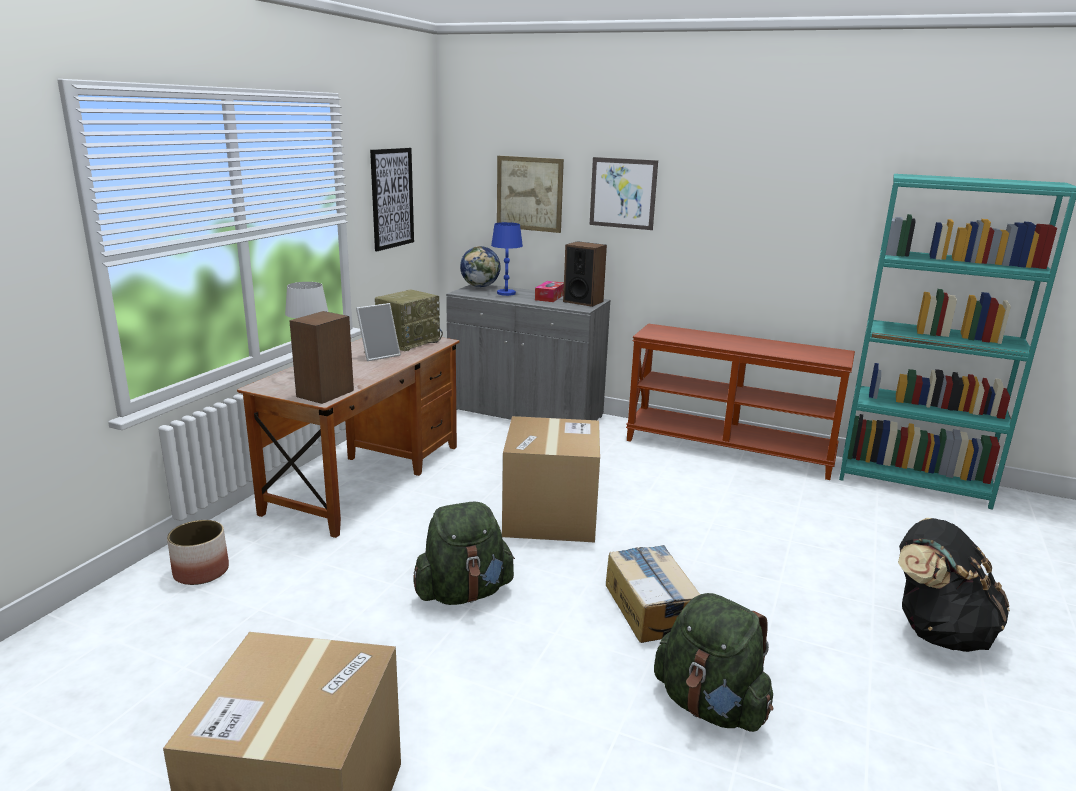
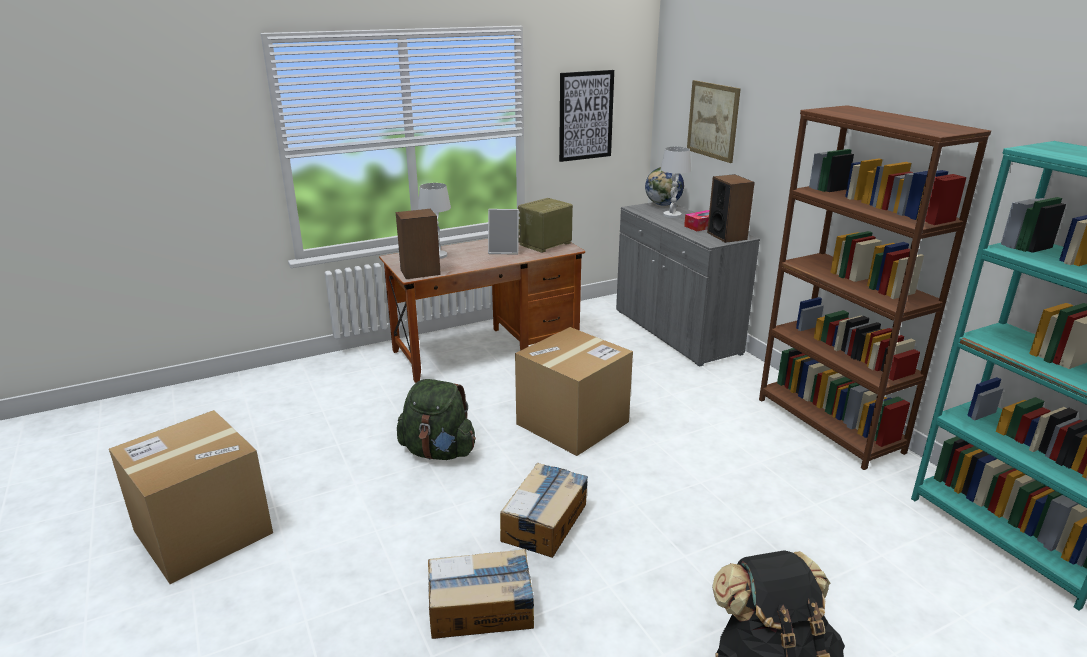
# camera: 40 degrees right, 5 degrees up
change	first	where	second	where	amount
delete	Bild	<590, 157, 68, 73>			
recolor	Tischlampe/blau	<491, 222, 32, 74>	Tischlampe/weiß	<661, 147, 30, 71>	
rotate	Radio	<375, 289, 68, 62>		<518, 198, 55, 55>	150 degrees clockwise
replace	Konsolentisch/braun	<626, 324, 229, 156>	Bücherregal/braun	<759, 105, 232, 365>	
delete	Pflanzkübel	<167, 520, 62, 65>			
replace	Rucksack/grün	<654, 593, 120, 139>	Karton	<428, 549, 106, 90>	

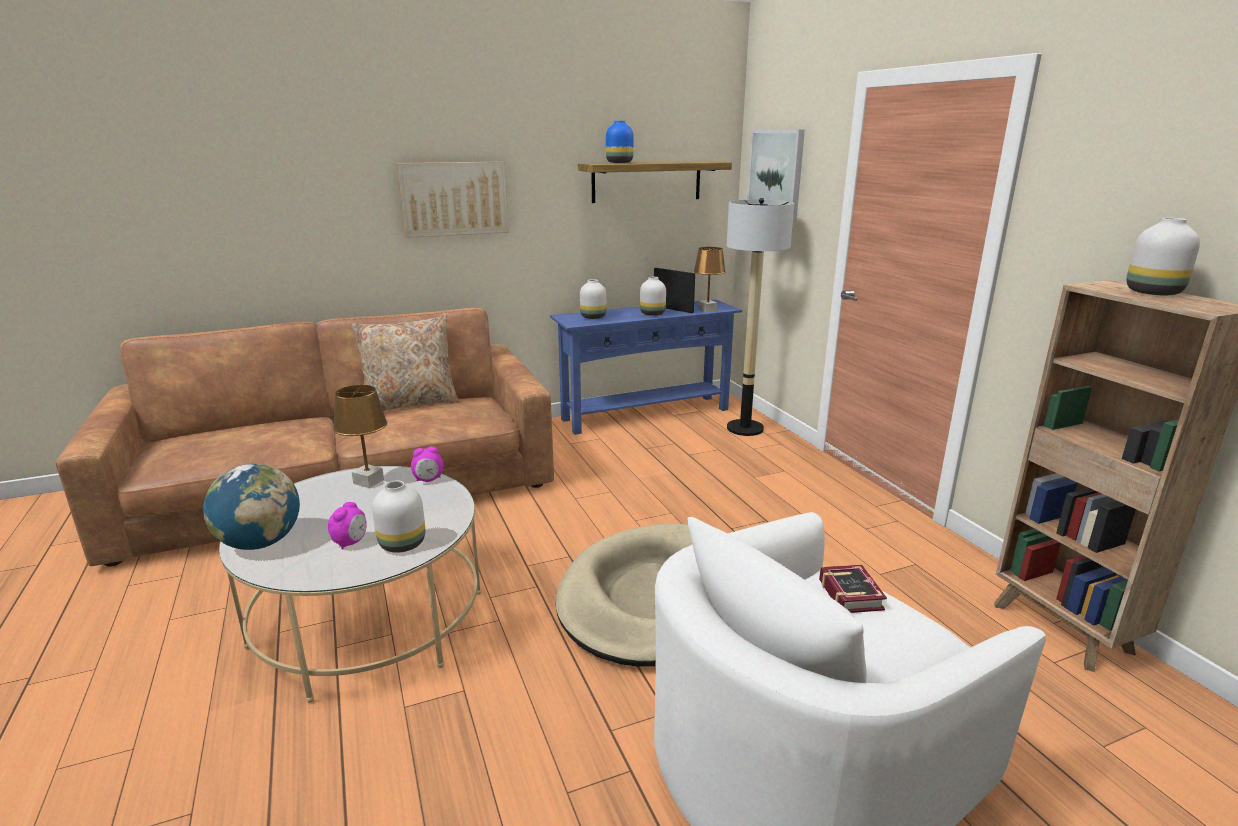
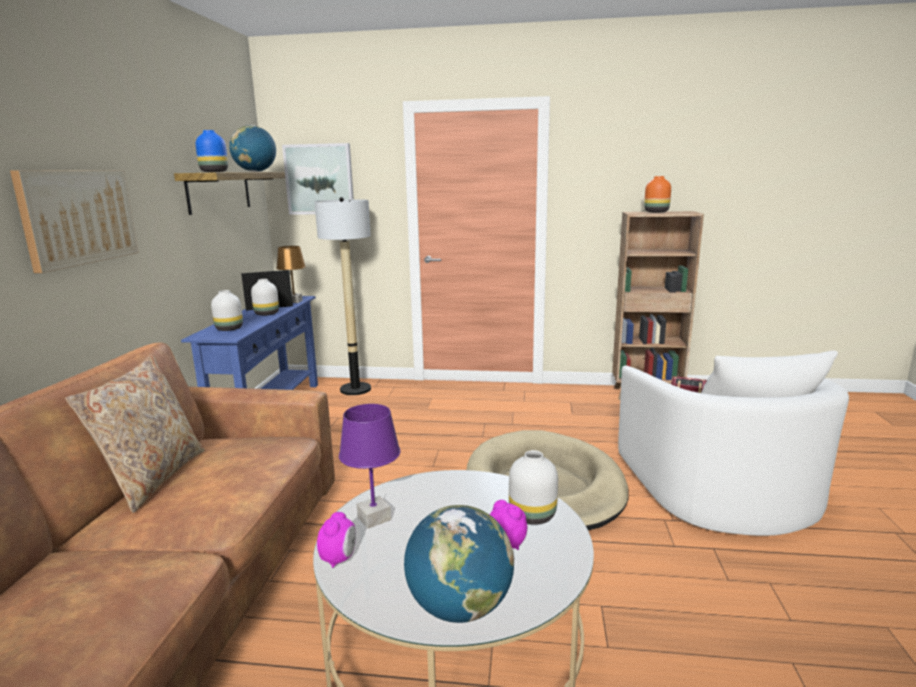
# camera: 60 degrees left, 5 degrees down
change	first	where	second	where	amount
recolor	Vase/weiß	<1127, 218, 73, 77>	Vase/orange	<644, 176, 27, 37>	
recolor	Tischlampe/braun	<333, 385, 54, 103>	Tischlampe/lila	<339, 404, 62, 125>	
move	Wecker	<411, 446, 32, 36>		<317, 512, 39, 56>	
insert			Globus	<229, 125, 47, 47>	

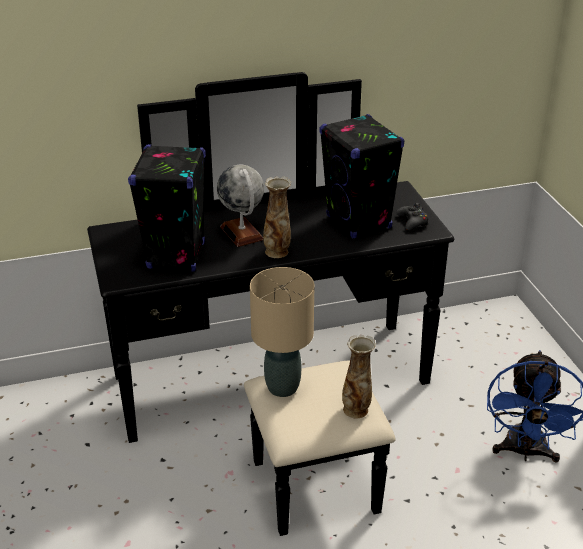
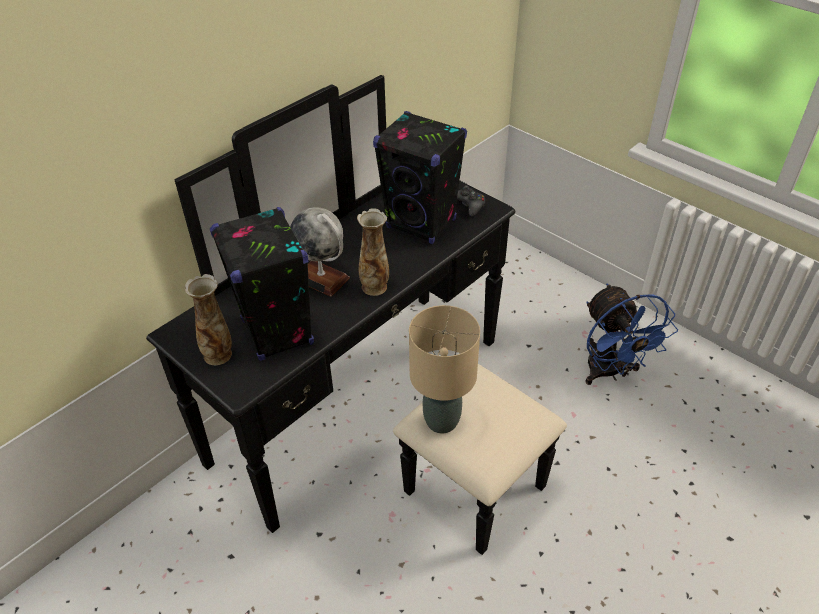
# camera: 30 degrees left, 10 degrees up
change	first	where	second	where	amount
move	Vase	<342, 335, 34, 83>		<185, 274, 47, 91>	

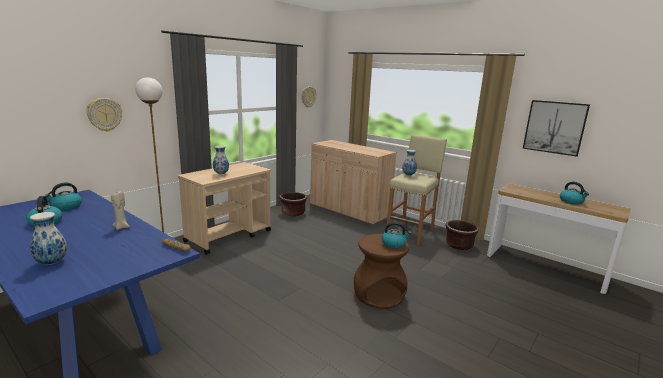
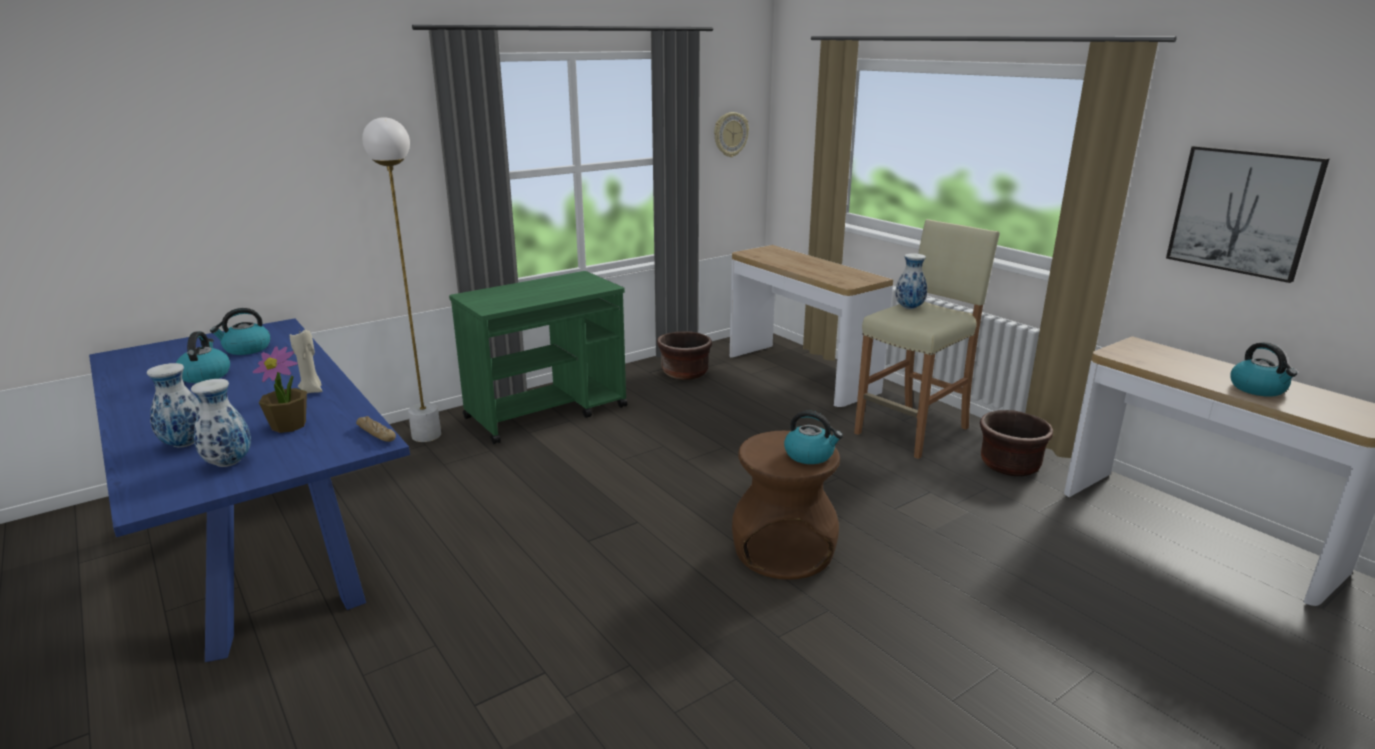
# camera: 15 degrees right, 5 degrees up
change	first	where	second	where	amount
delete	Wanduhr	<86, 98, 36, 33>			
replace	Schrank/beige	<310, 140, 87, 85>	Konsolentisch	<730, 245, 163, 162>	
move	Vase	<213, 146, 16, 28>		<191, 379, 60, 88>	
recolor	Rollwagen/beige	<178, 162, 93, 93>	Rollwagen/grün	<449, 271, 178, 173>	
insert			Topfpflanze	<253, 346, 54, 87>	

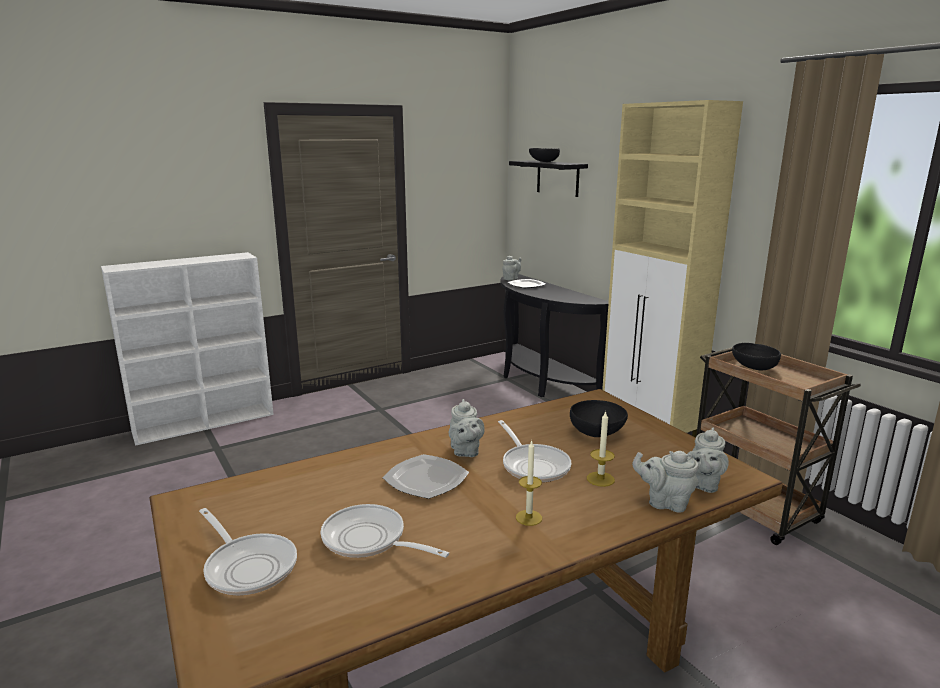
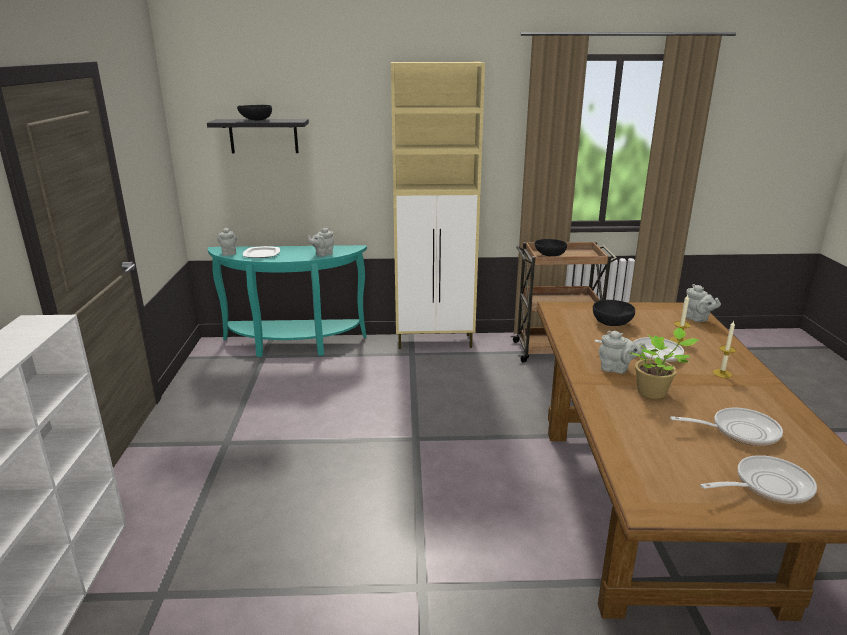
# camera: 60 degrees left, 5 degrees up
change	first	where	second	where	amount
recolor	Konsolentisch/schwarz	<500, 274, 109, 123>	Konsolentisch/türkis	<208, 245, 159, 112>	
move	Teekanne/grau	<632, 451, 67, 62>		<308, 227, 26, 30>	
replace	Teller	<383, 454, 86, 45>	Topfpflanze	<629, 327, 69, 72>	
rotate	Pfanne	<321, 504, 128, 54>		<670, 407, 113, 39>	150 degrees counterclockwise

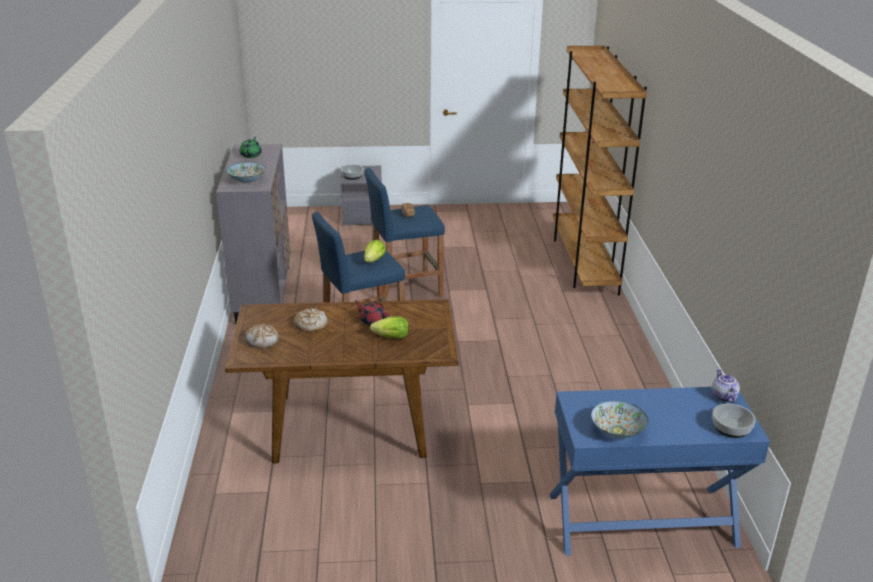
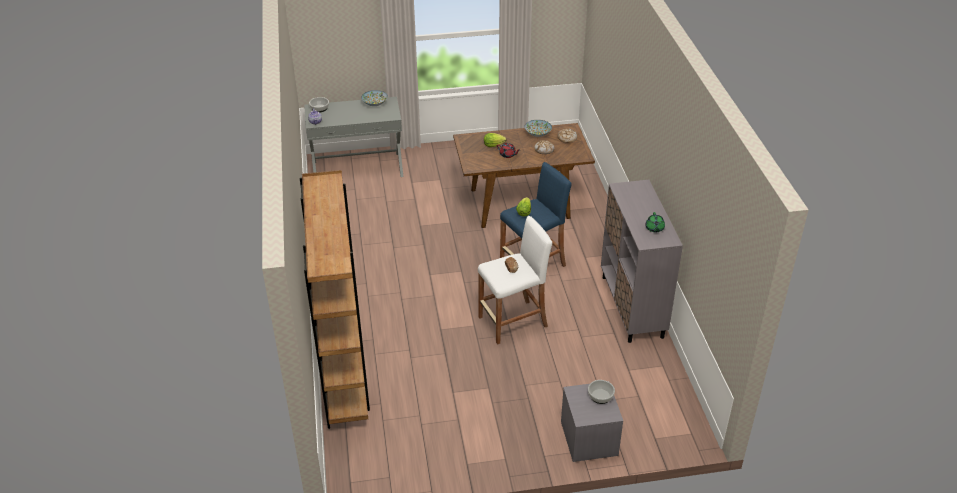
# camera: 175 degrees right, 10 degrees up
change	first	where	second	where	amount
move	Schüssel	<226, 162, 40, 21>		<524, 120, 28, 17>	
recolor	Hocker/blau	<365, 168, 80, 132>	Hocker/weiß	<478, 216, 74, 129>	
recolor	Konsolentisch/blau	<549, 387, 221, 169>	Konsolentisch/grau	<304, 97, 99, 80>	

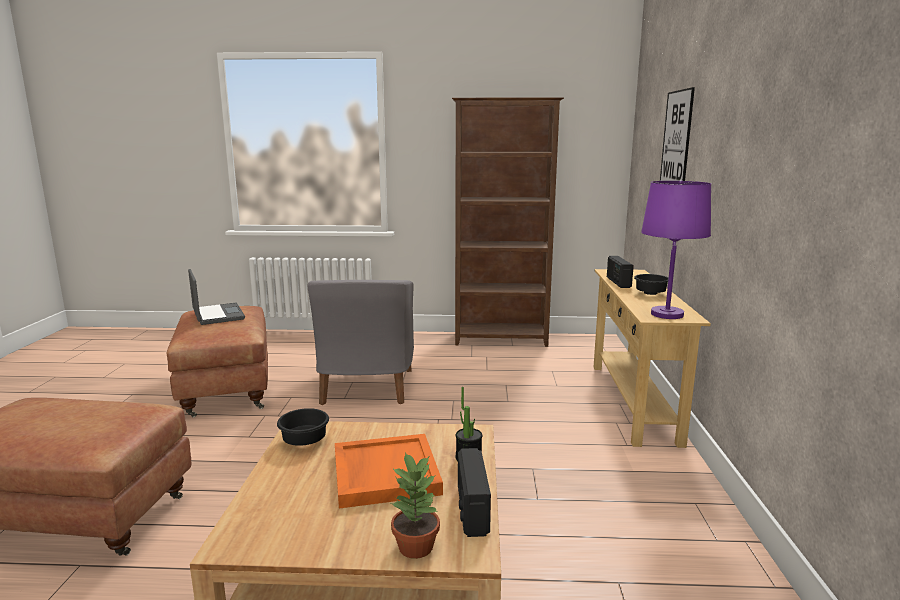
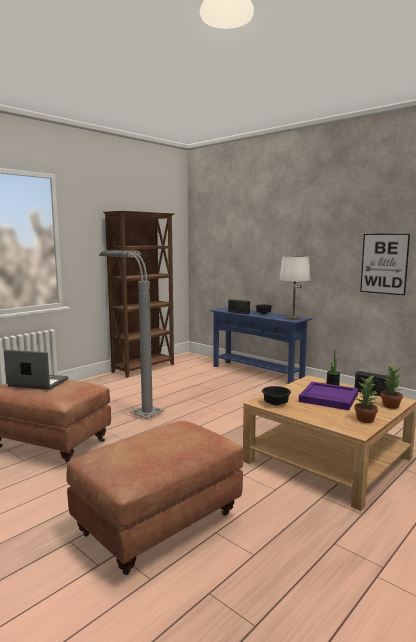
# camera: 50 degrees left, 5 degrees down
change	first	where	second	where	amount
move	Bild	<660, 87, 35, 94>		<360, 234, 50, 61>	
recolor	Tischlampe/lila	<641, 181, 70, 138>	Tischlampe/weiß	<279, 255, 31, 65>	
recolor	Konsolentisch/beige	<593, 269, 118, 179>	Konsolentisch/blau	<209, 307, 103, 77>	
replace	Sessel/grau	<307, 280, 107, 125>	Stehlampe/grau	<99, 250, 66, 169>	
recolor	Tablett/orange	<335, 434, 108, 75>	Tablett/lila	<299, 382, 59, 28>	
insert			Topfpflanze	<354, 375, 24, 48>	

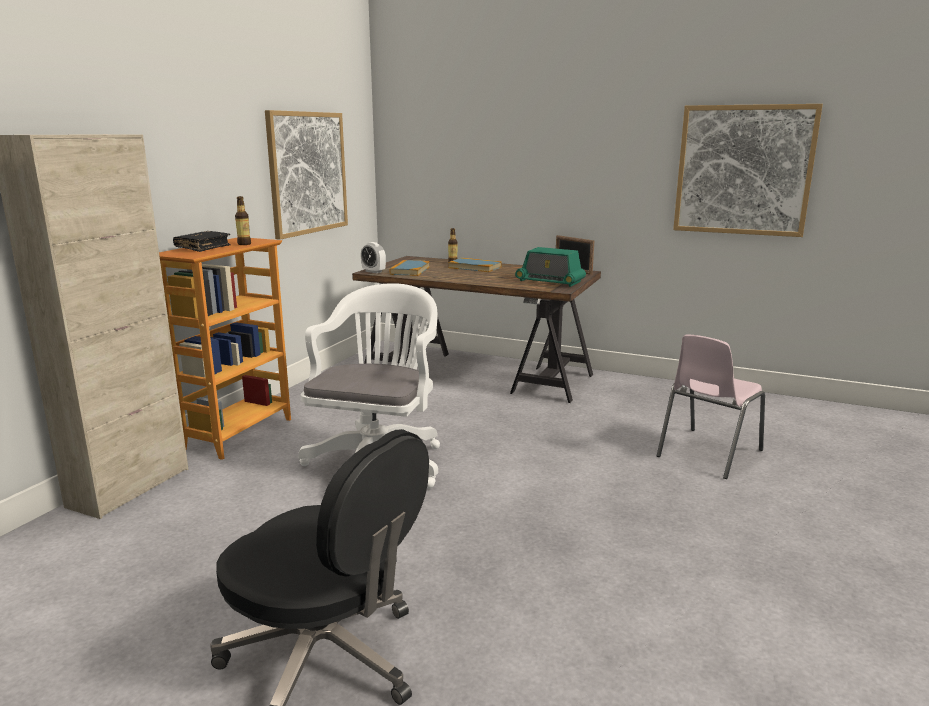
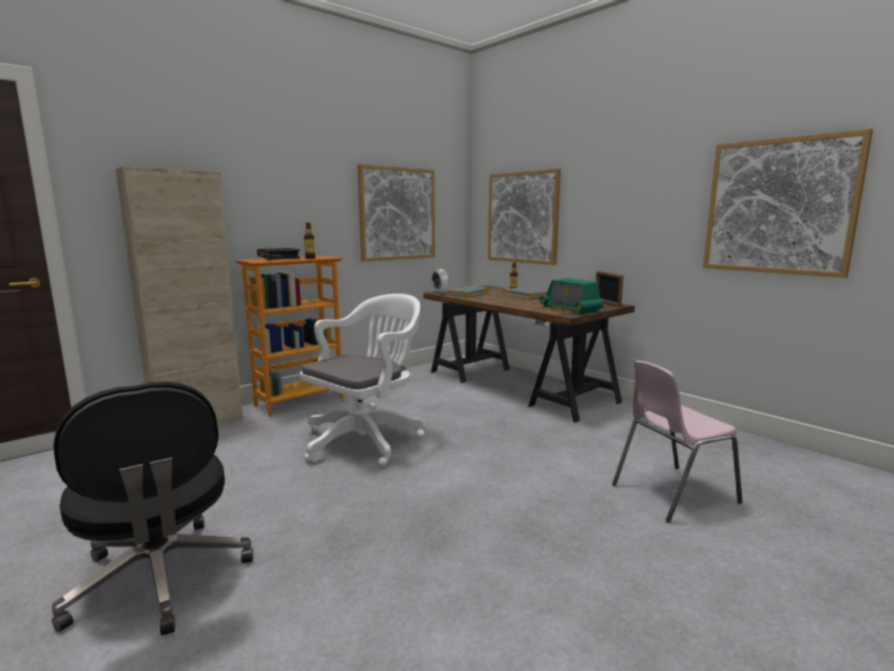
# camera: 25 degrees right, 5 degrees down
change	first	where	second	where	amount
insert			Bild	<488, 168, 73, 97>	

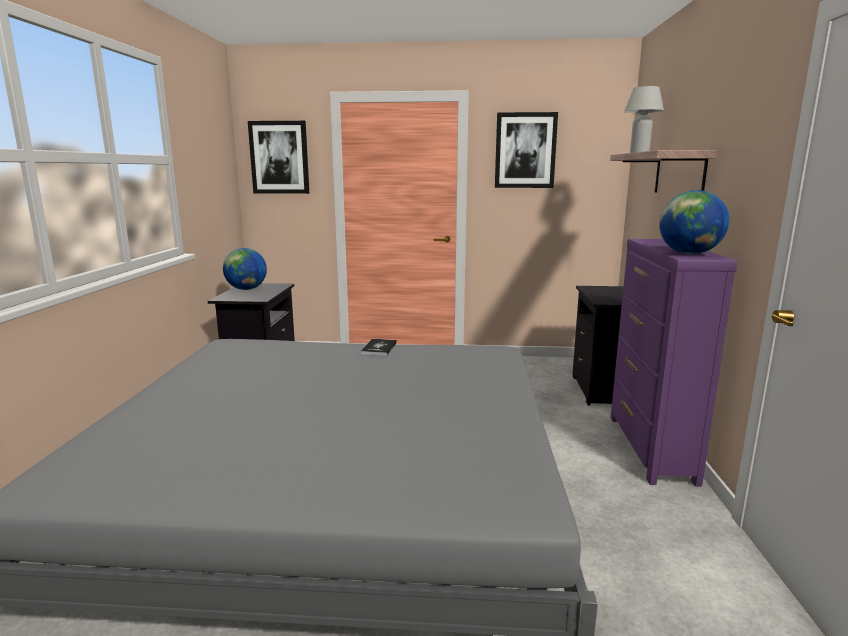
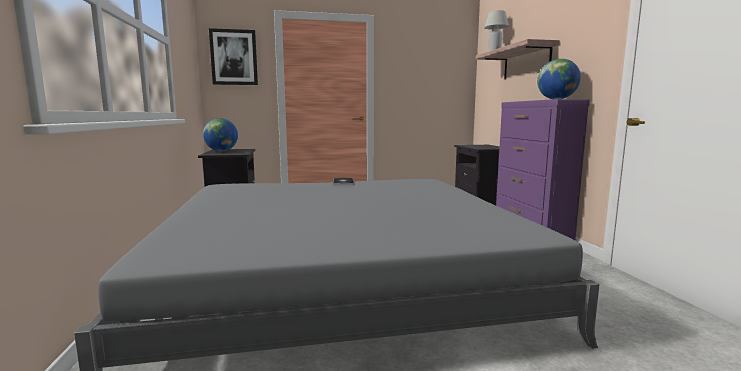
# camera: 15 degrees left, 5 degrees down
change	first	where	second	where	amount
delete	Bild	<495, 112, 63, 76>			

